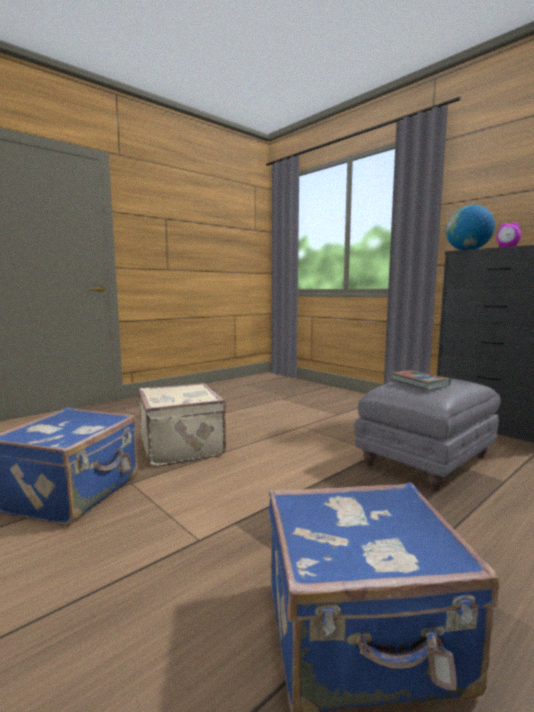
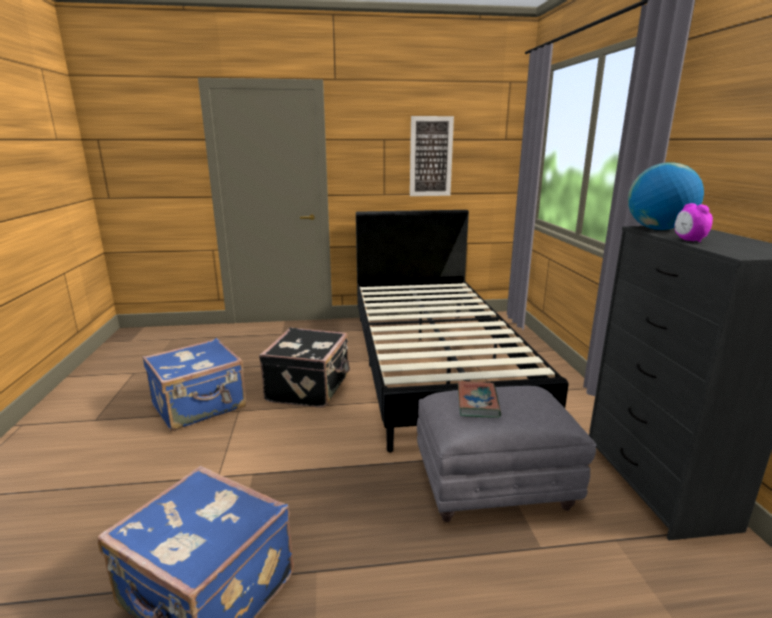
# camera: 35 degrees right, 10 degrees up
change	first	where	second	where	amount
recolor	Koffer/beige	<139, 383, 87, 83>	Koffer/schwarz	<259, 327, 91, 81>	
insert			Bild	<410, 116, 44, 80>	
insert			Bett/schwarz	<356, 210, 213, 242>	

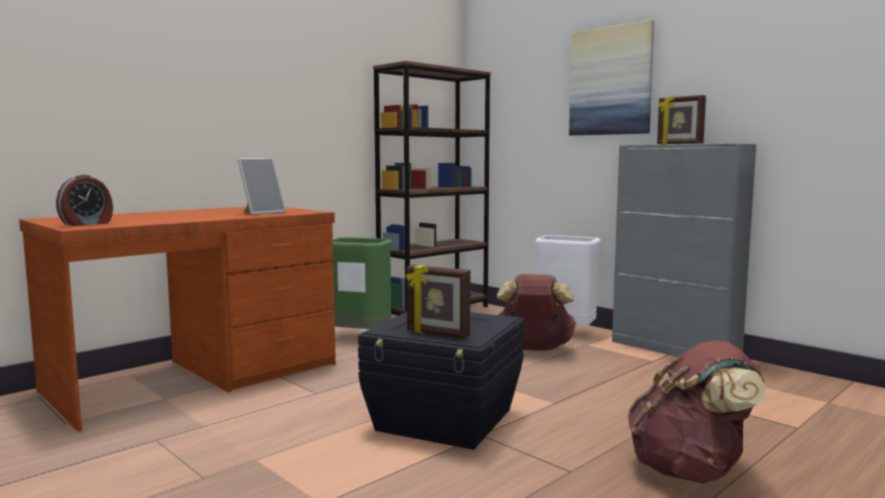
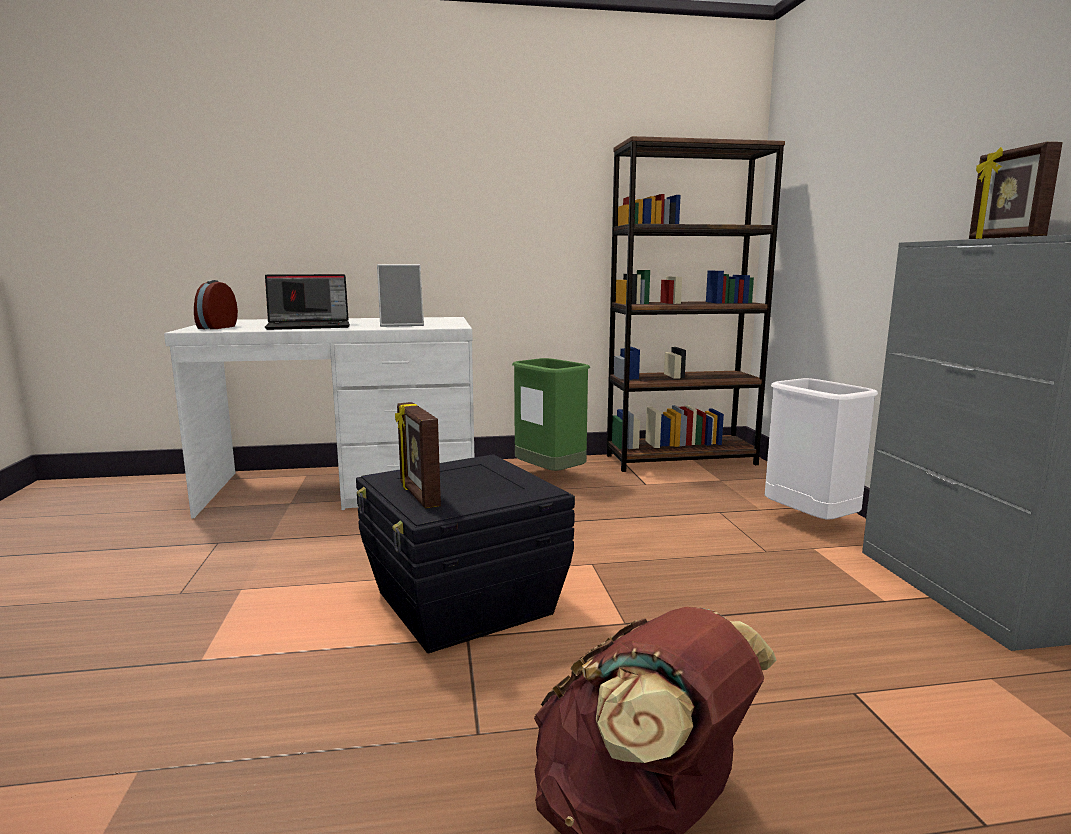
# camera: 35 degrees right, 5 degrees up
change	first	where	second	where	amount
delete	Bild	<569, 20, 85, 116>			
rotate	Wecker	<56, 175, 57, 51>		<194, 280, 44, 49>	120 degrees clockwise
recolor	Schreibtisch/braun	<19, 207, 317, 225>	Schreibtisch/weiß	<164, 317, 310, 201>	
delete	Rucksack/braun	<497, 274, 80, 77>			
insert			Laptop	<265, 274, 85, 56>	

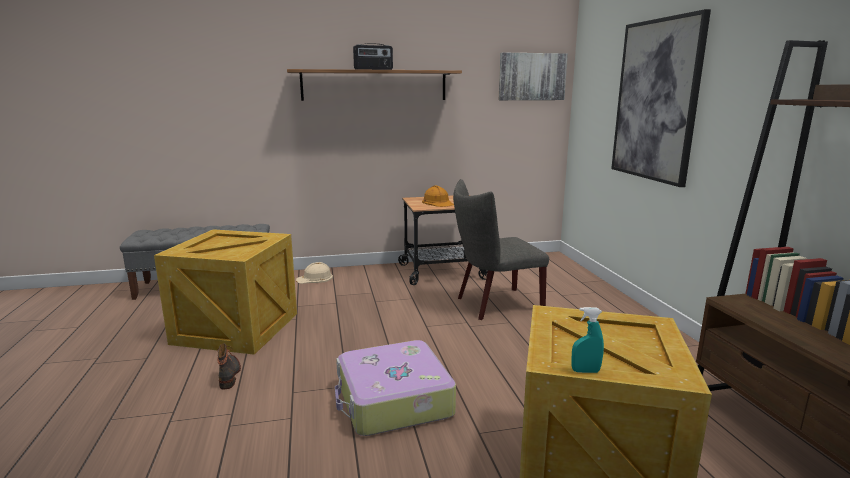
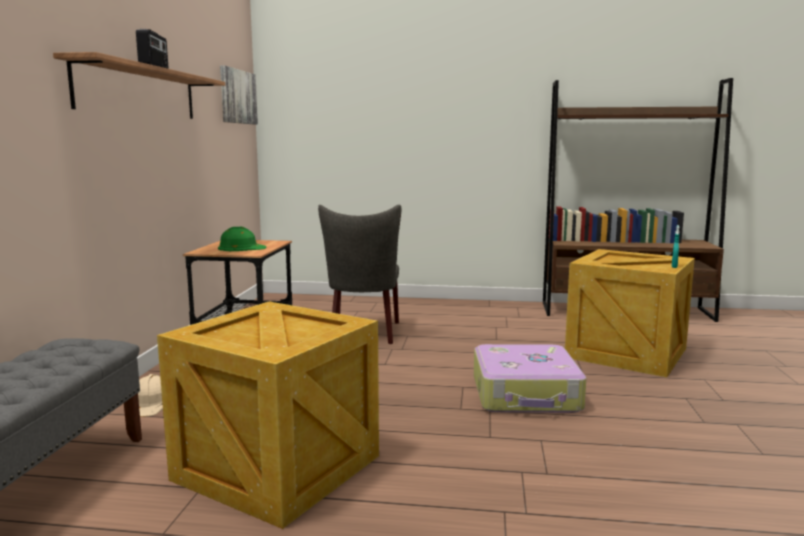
# camera: 70 degrees left, 5 degrees down
change	first	where	second	where	amount
delete	Bild	<611, 9, 100, 178>			
recolor	Schutzhelm/orange	<422, 185, 32, 22>	Schutzhelm/grün	<218, 227, 49, 24>	
delete	Stiefel	<217, 344, 24, 45>			

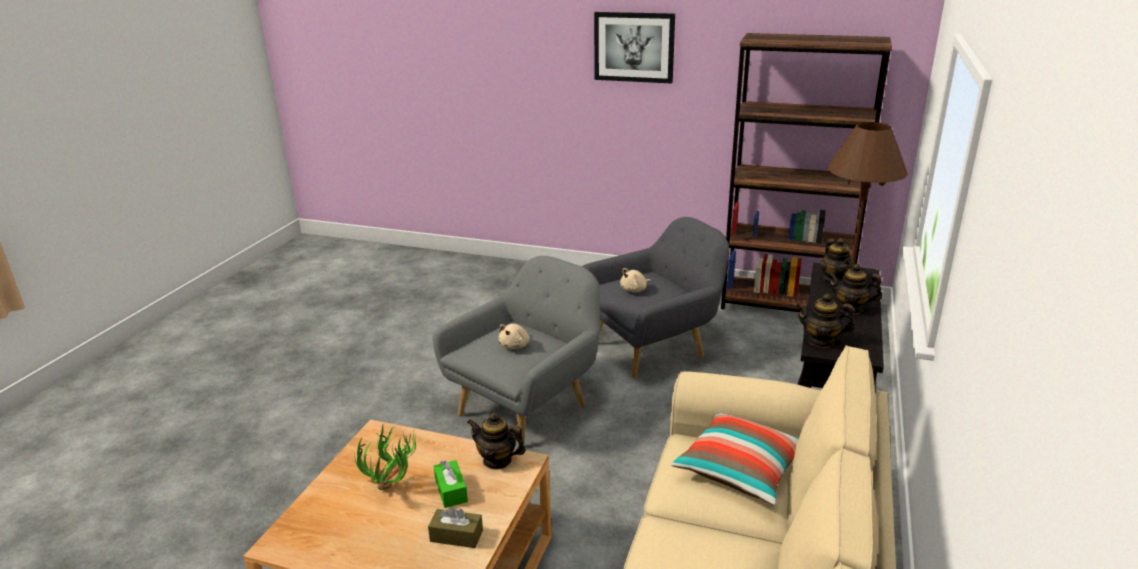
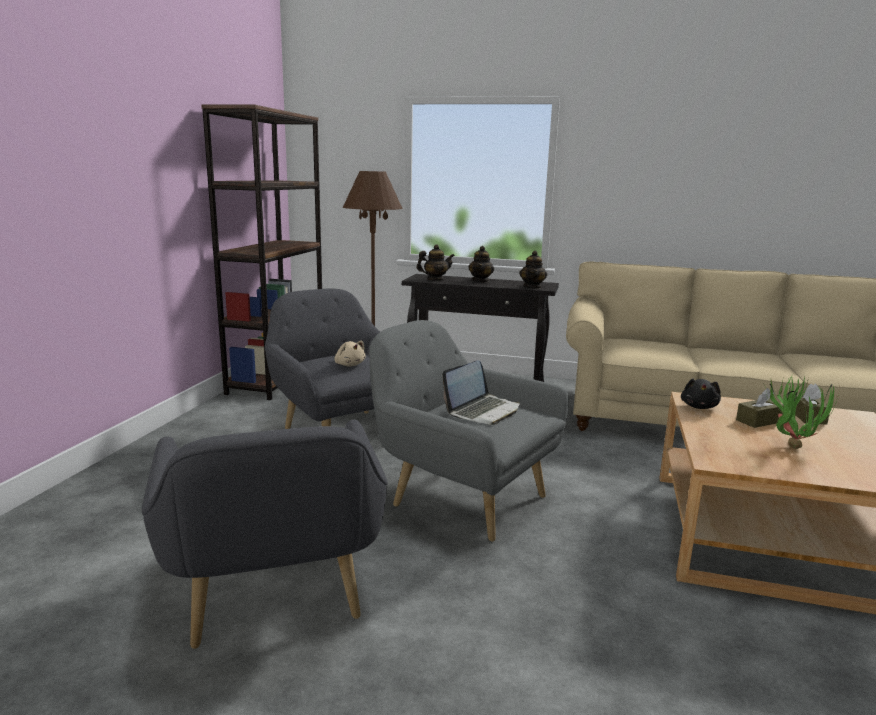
# camera: 95 degrees left, 10 degrees down
change	first	where	second	where	amount
delete	Bild	<594, 12, 81, 72>			
replace	Plüschtier/beige	<498, 324, 32, 25>	Laptop	<442, 360, 78, 65>	
replace	Teekanne	<467, 413, 59, 57>	Plüschtier/schwarz	<681, 378, 40, 31>	
delete	Kissen	<671, 413, 128, 92>			
recolor	Taschentuchbox/grün	<434, 460, 34, 48>	Taschentuchbox/braun	<736, 388, 48, 40>	
insert			Sessel/grau	<142, 419, 246, 230>	

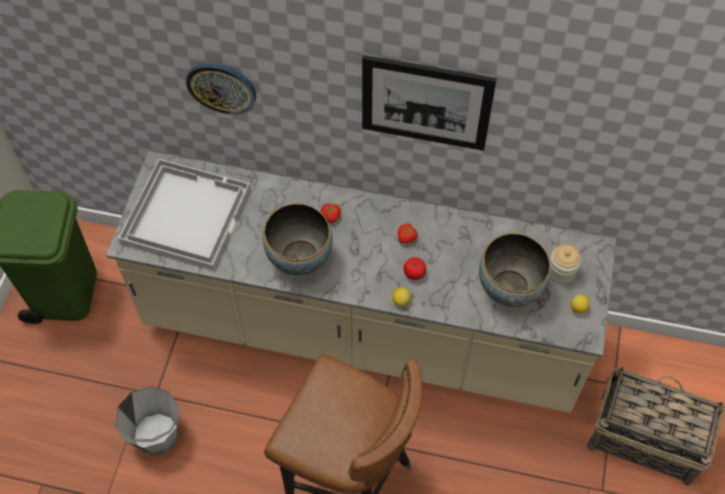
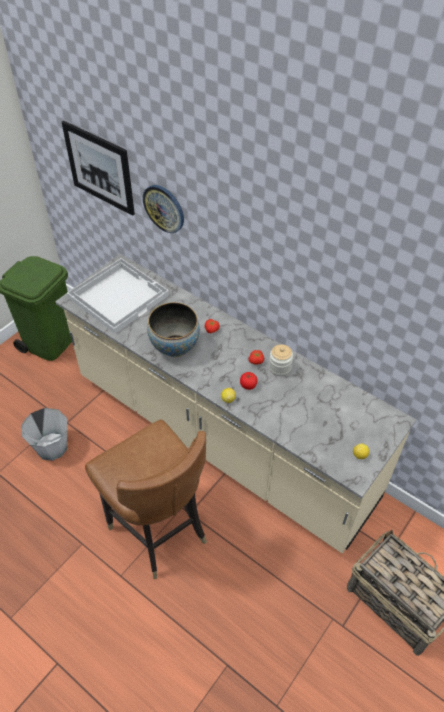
# camera: 25 degrees right, 10 degrees down
change	first	where	second	where	amount
move	Bild	<362, 55, 135, 96>		<62, 121, 73, 95>	
delete	Schüssel	<479, 233, 72, 74>			
move	Vorratsglas	<550, 244, 31, 40>		<269, 344, 24, 32>	

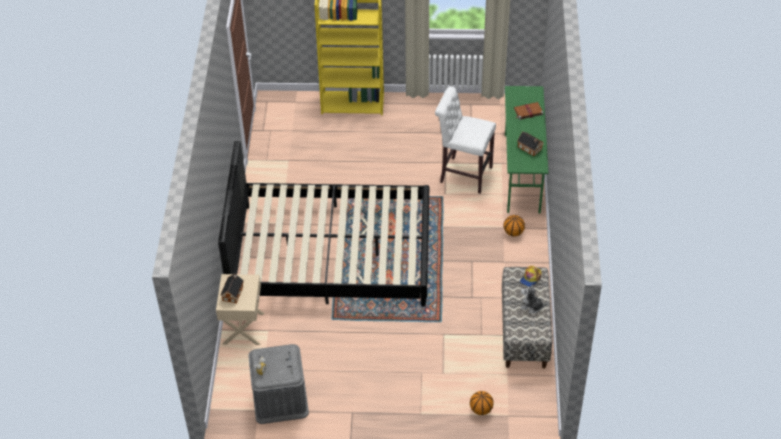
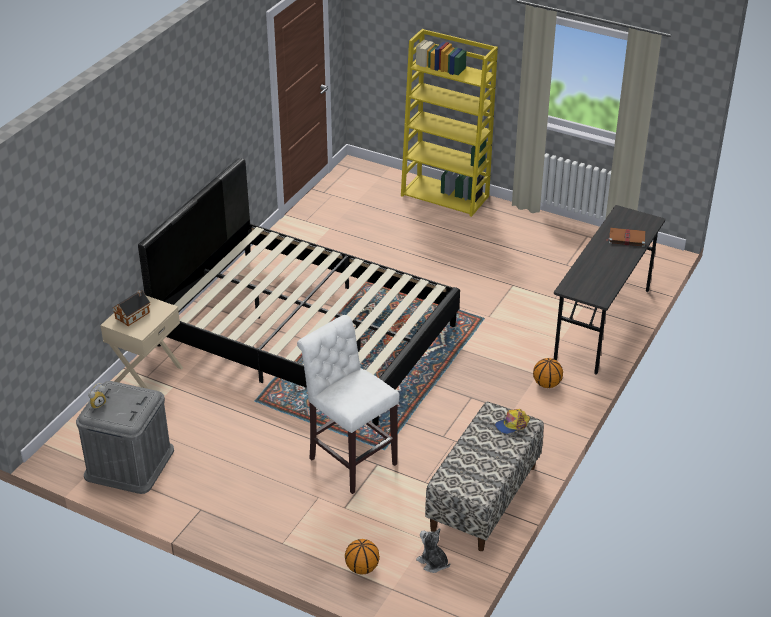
# camera: 25 degrees right, 10 degrees down
change	first	where	second	where	amount
move	Hocker/weiß	<435, 86, 61, 108>		<297, 315, 102, 179>	
recolor	Schreibtisch/grün	<505, 86, 43, 128>	Schreibtisch/grau	<554, 205, 111, 170>	
delete	Spielzeughaus	<518, 132, 26, 24>			
move	Plüschtier	<520, 284, 27, 29>		<416, 528, 34, 45>	

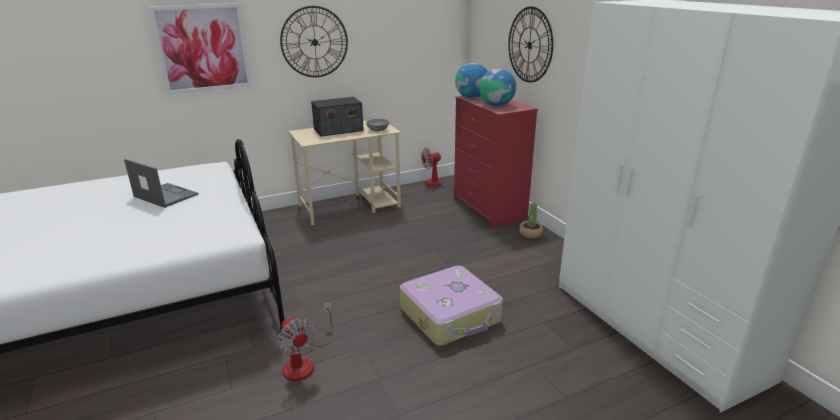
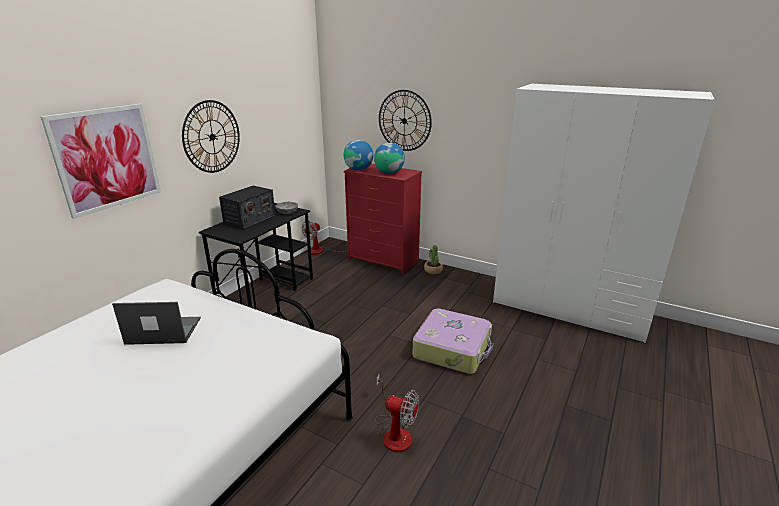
# camera: 35 degrees left, 0 degrees up
change	first	where	second	where	amount
recolor	Schreibtisch/beige	<288, 120, 113, 105>	Schreibtisch/schwarz	<199, 203, 114, 105>	

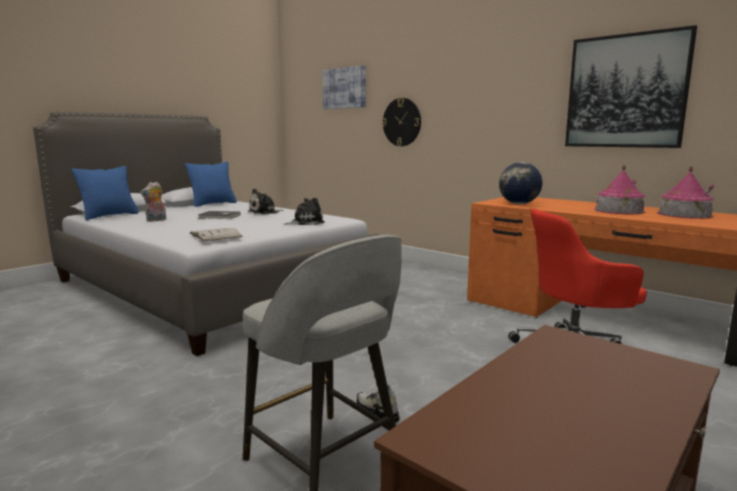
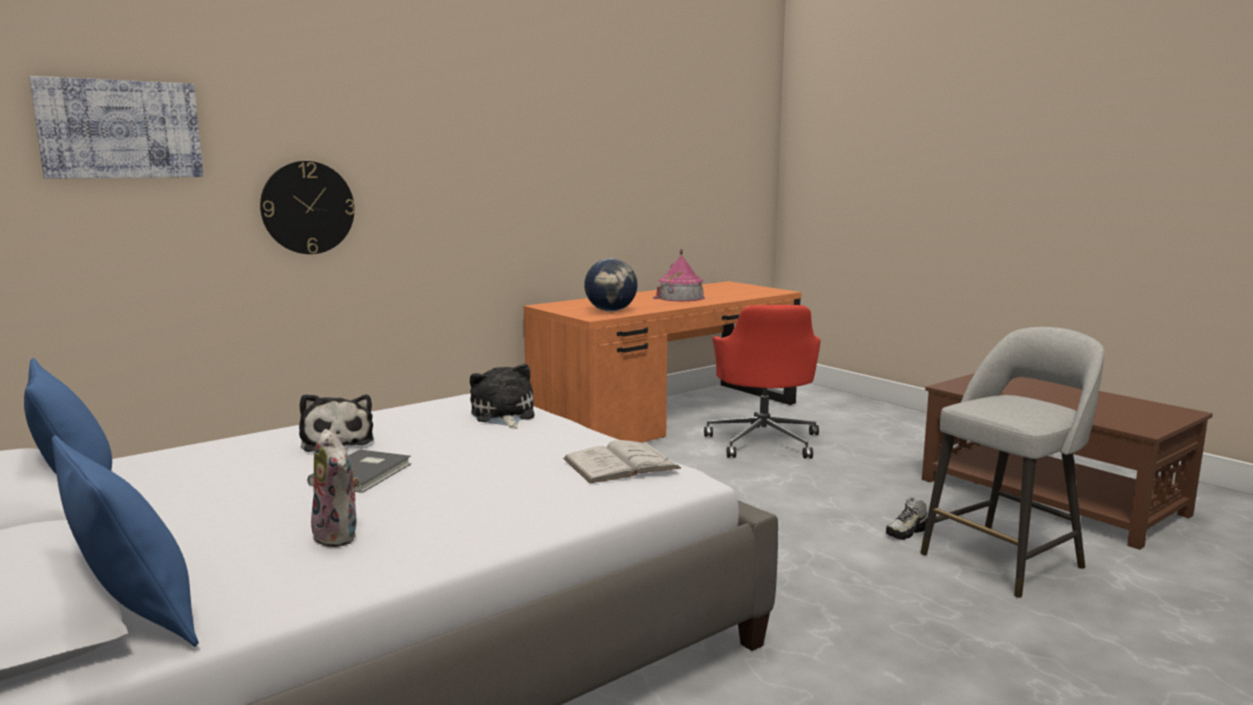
# camera: 80 degrees left, 0 degrees up
change	first	where	second	where	amount
delete	Bild	<565, 25, 132, 123>			
delete	Spielzeughaus	<657, 167, 57, 52>			

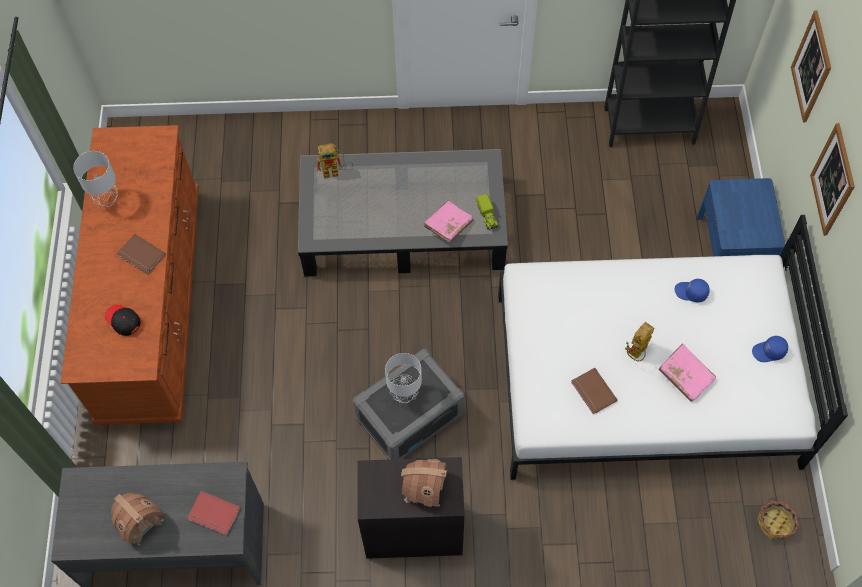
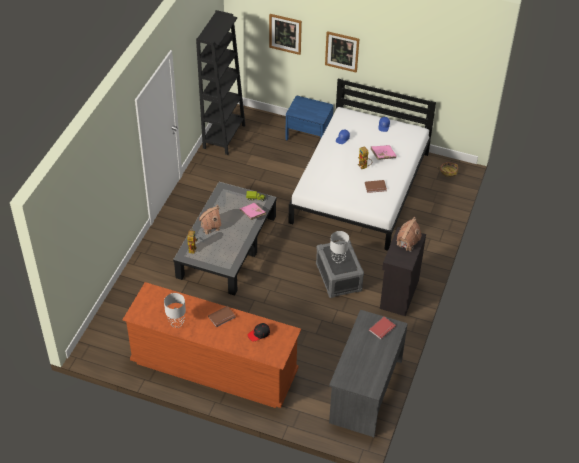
# camera: 70 degrees left, 15 degrees down
change	first	where	second	where	amount
move	Spielzeughaus	<111, 493, 53, 52>		<199, 205, 22, 30>	

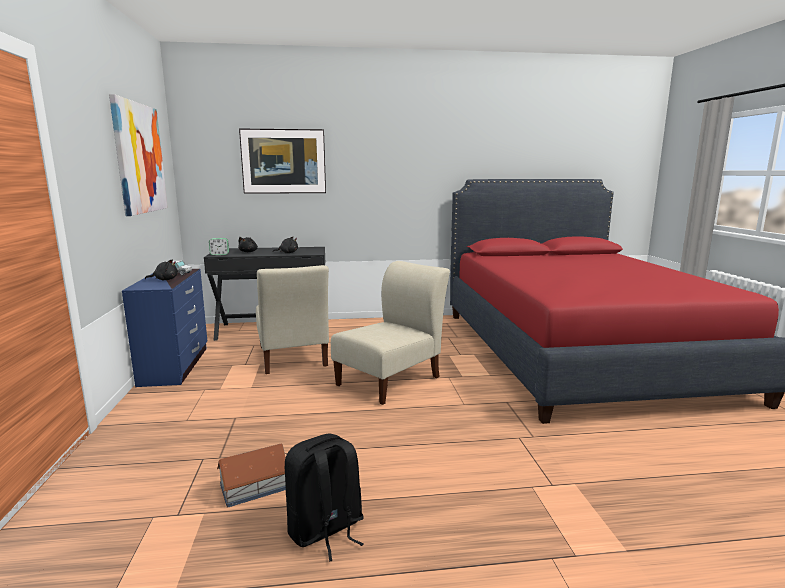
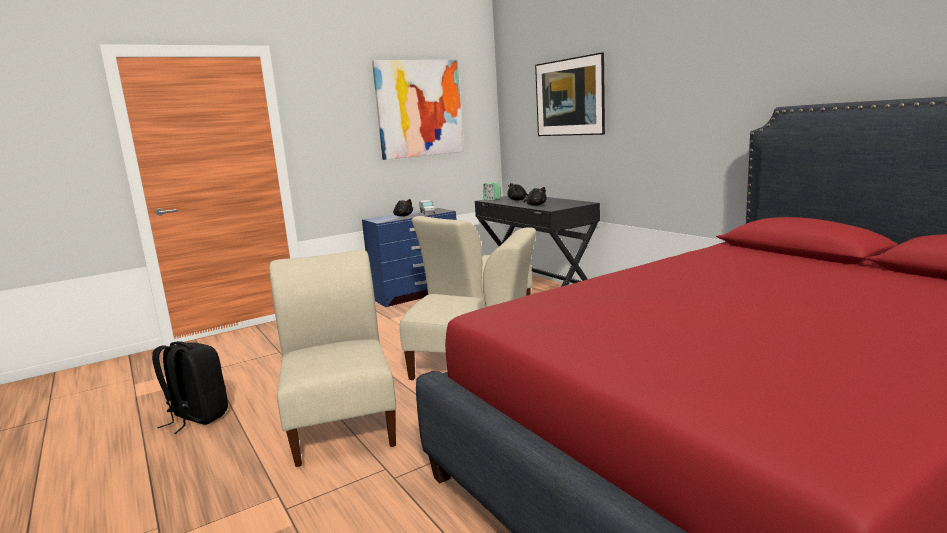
# camera: 65 degrees right, 0 degrees up
change	first	where	second	where	amount
delete	Spielzeughaus	<217, 444, 69, 64>			
insert			Stuhl/beige	<269, 250, 127, 217>	

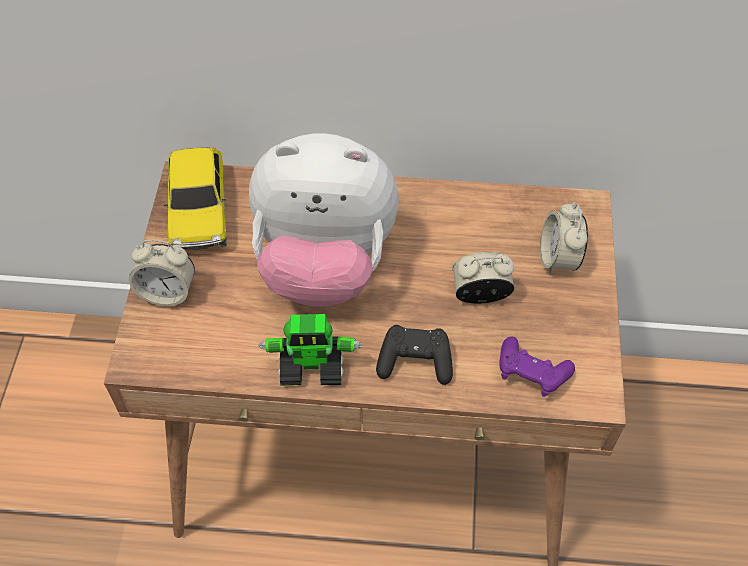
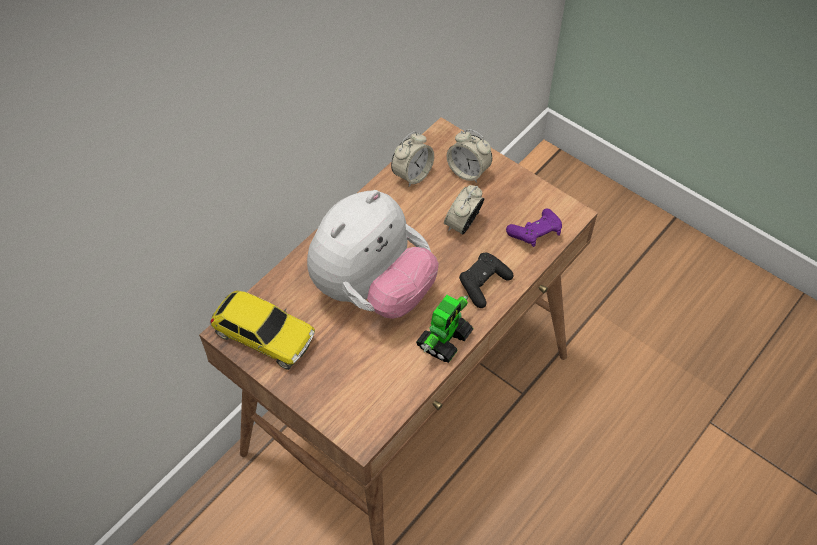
# camera: 55 degrees left, 0 degrees up
change	first	where	second	where	amount
move	Wecker	<129, 239, 66, 68>		<391, 131, 43, 56>	

